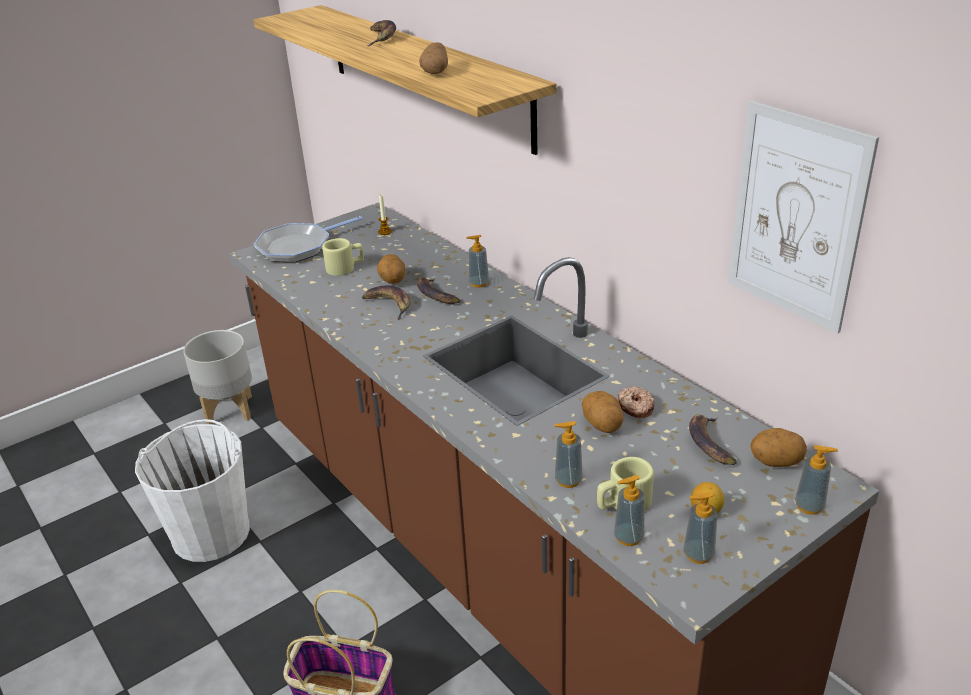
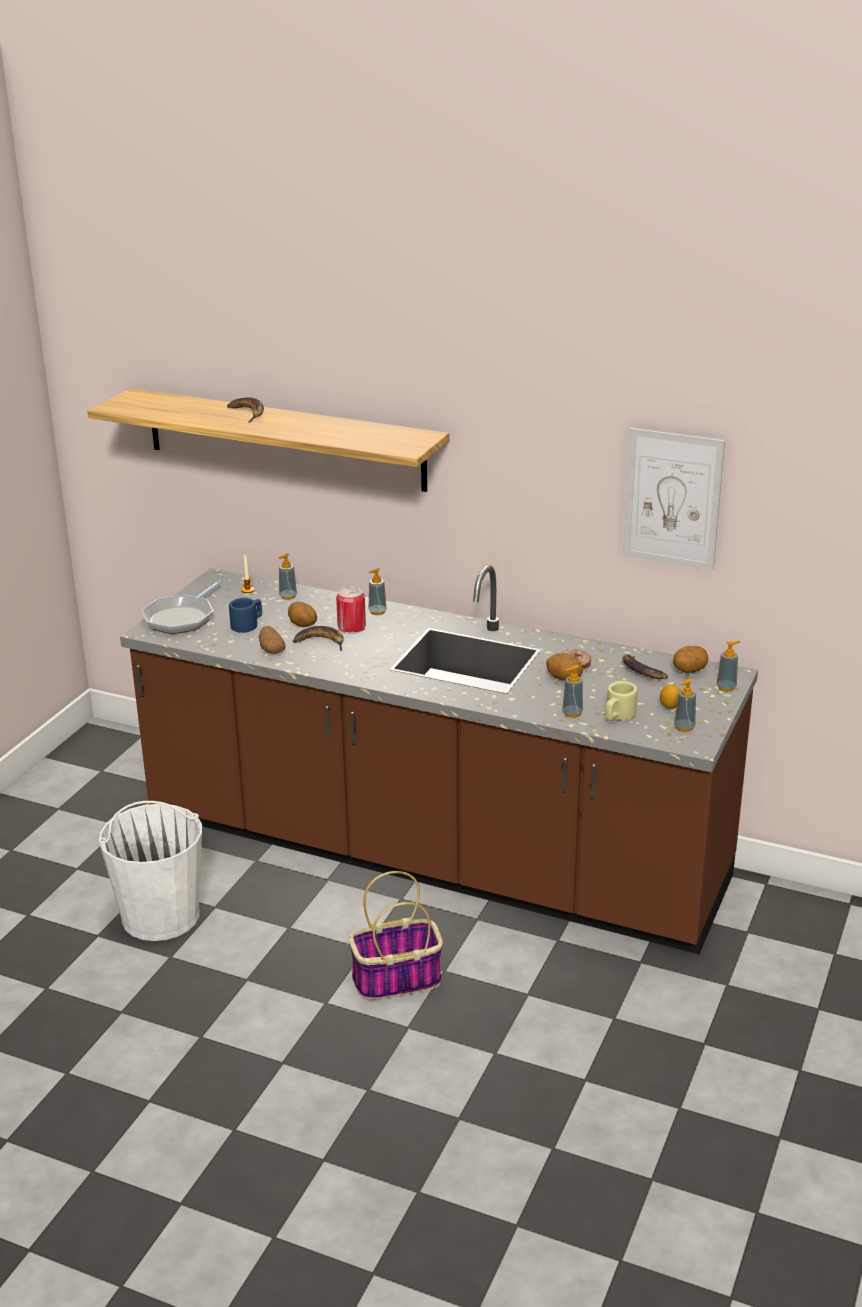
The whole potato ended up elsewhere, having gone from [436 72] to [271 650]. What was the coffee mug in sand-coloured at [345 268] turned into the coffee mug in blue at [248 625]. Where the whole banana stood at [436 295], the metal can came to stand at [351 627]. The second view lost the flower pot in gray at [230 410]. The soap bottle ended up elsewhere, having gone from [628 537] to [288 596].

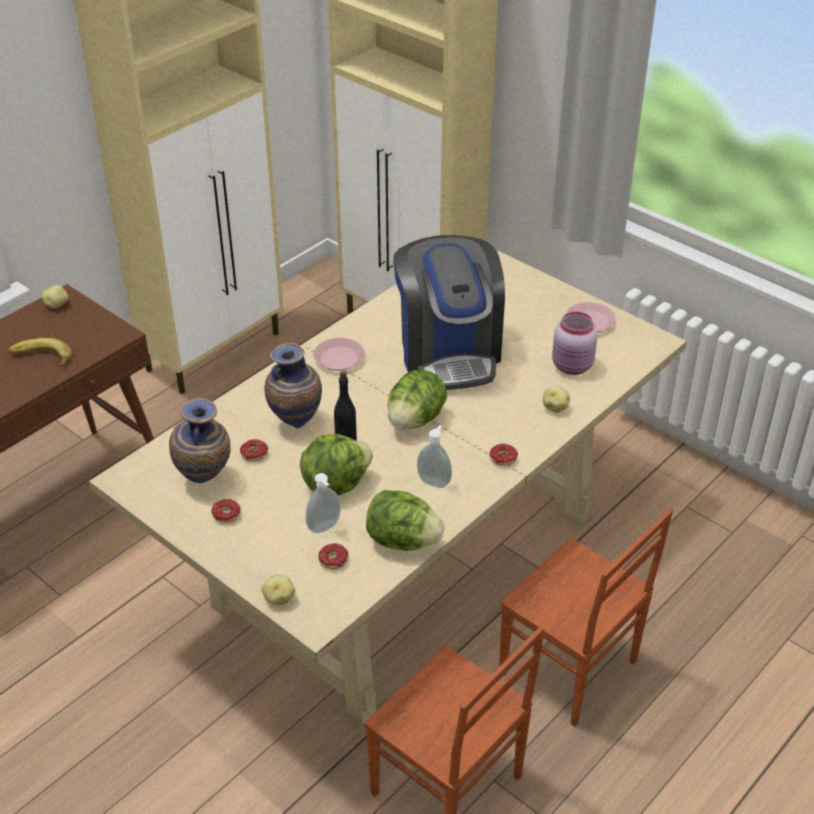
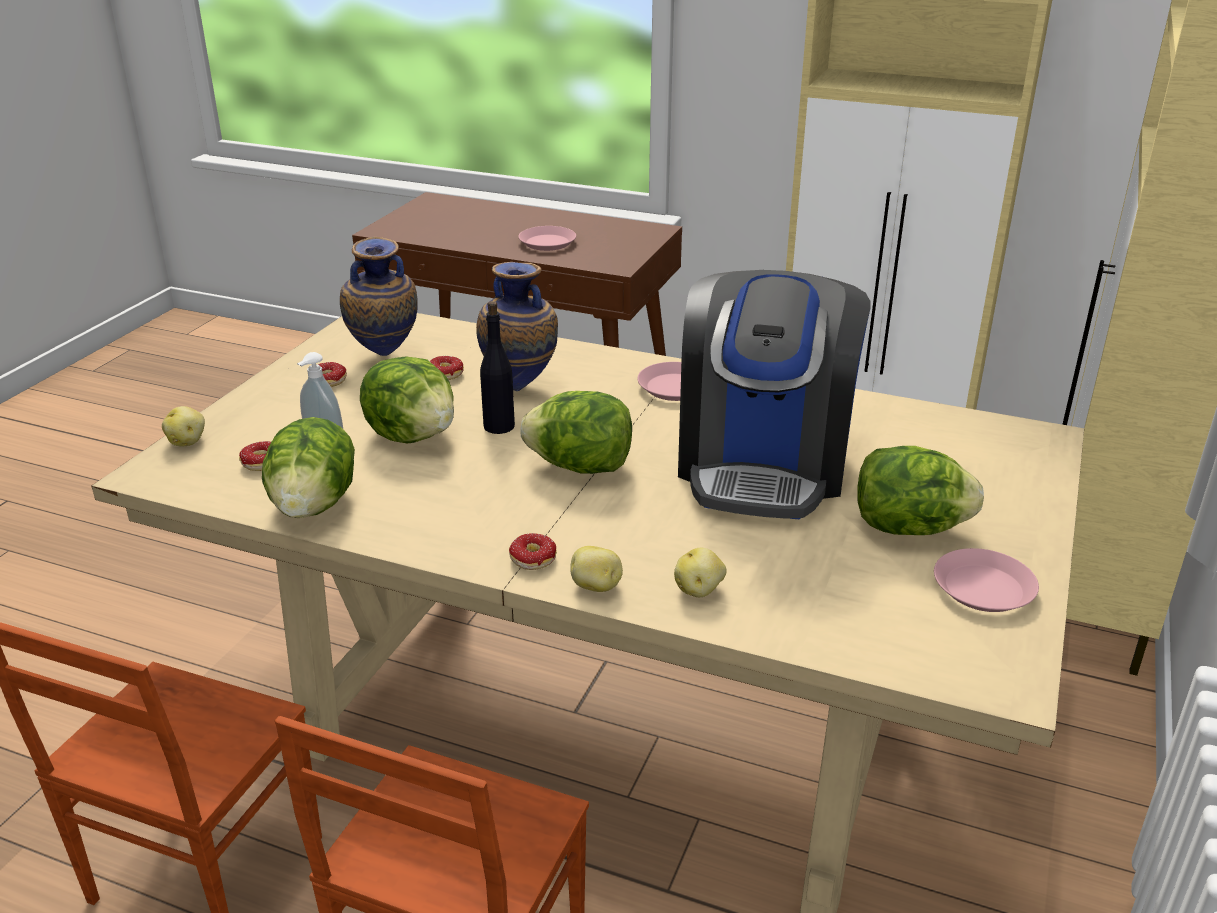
The coffee machine at [449 352] ended up facing another way, 45 degrees counterclockwise from before. The whole potato ended up elsewhere, having gone from [57 305] to [596 587]. The second view lost the jar in pink-coloured at [573 367]. Where the whole banana stood at [41 358], the flat dish in pink-coloured came to stand at [547 243]. The second view lost the soap bottle at [434 481]. The second view gained the lettuce head at [908 528].

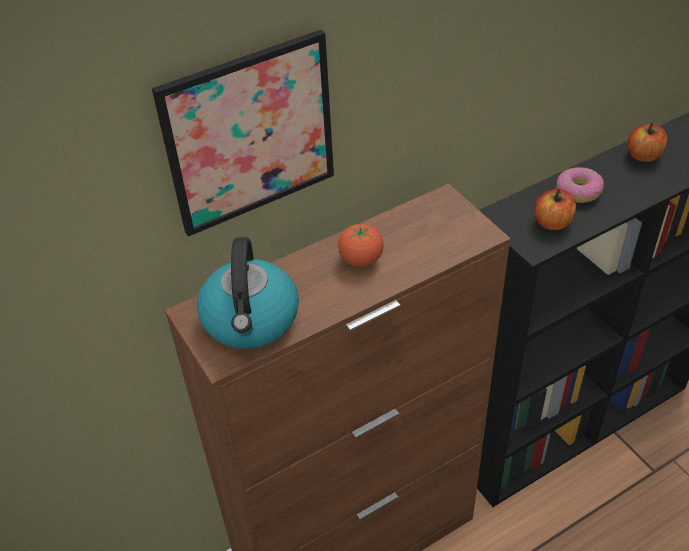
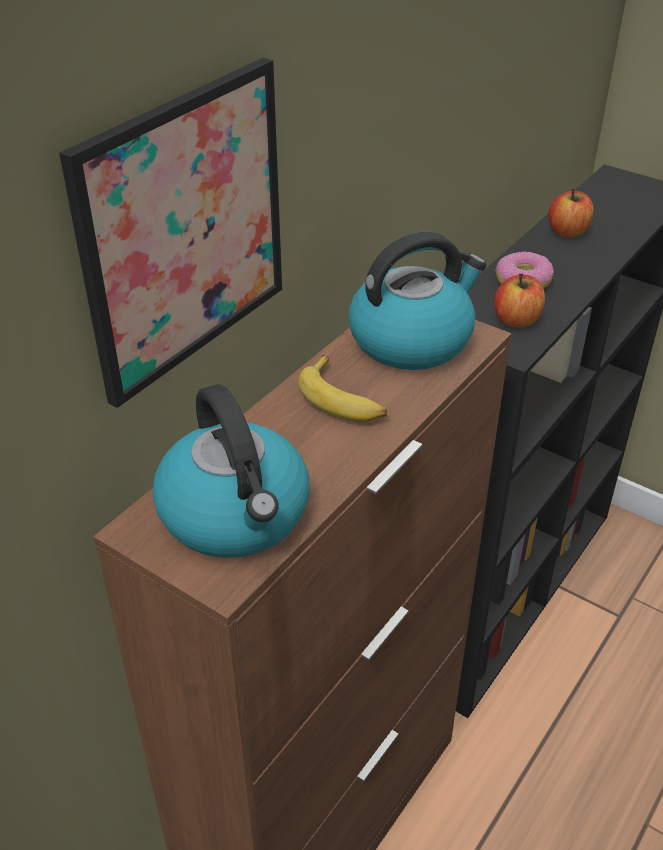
Where the fresh tomato stood at [361 260], the whole banana came to stand at [343 400]. The second view gained the kettle at [412 339].

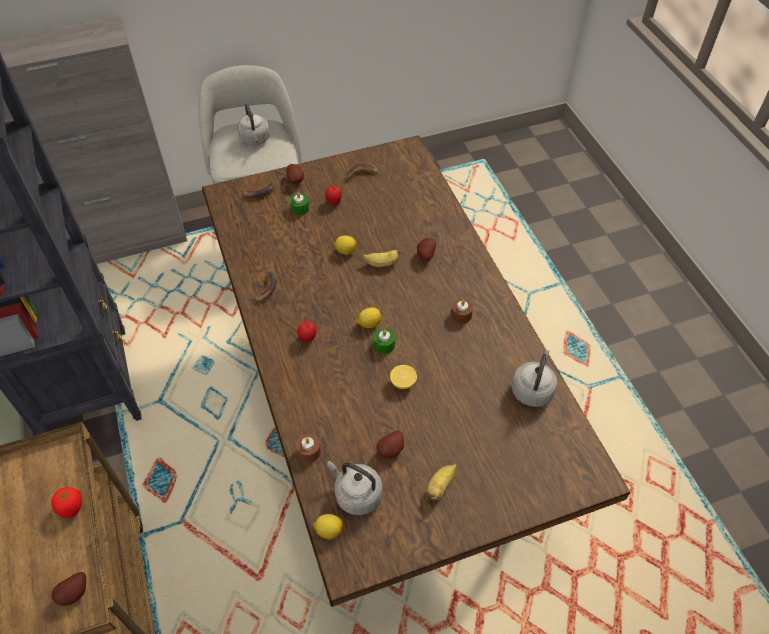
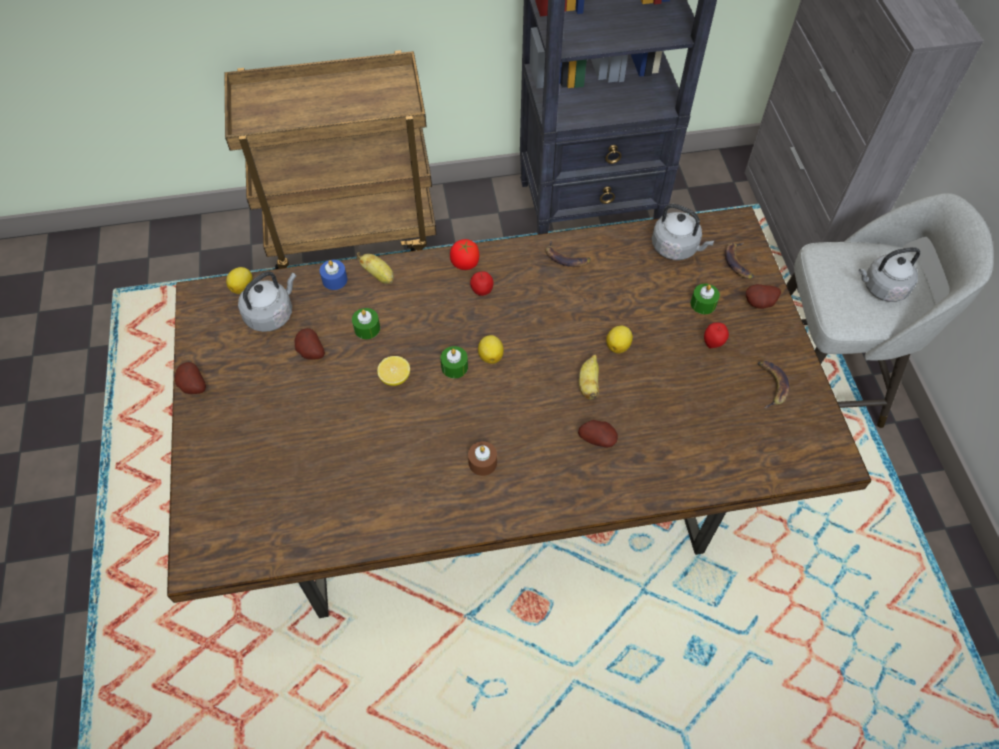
The kettle in gray ended up elsewhere, having gone from [532 389] to [677 248]. What was the wax light in brown-coloured at [309 451] turned into the wax light in blue at [334 280]. The whole banana ended up elsewhere, having gone from [440 486] to [379 276]. The fresh tomato ended up elsewhere, having gone from [71 508] to [465 264]. The whole potato ended up elsewhere, having gone from [75 594] to [192 387]. The second view gained the wax light in green-coloured at [367 328].

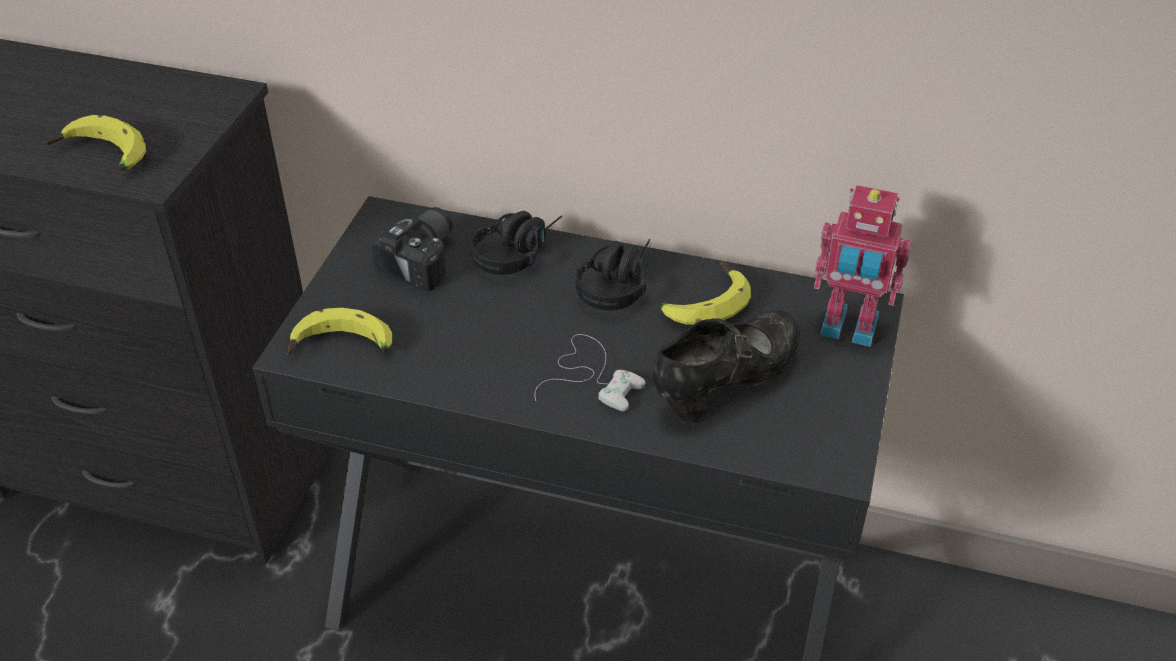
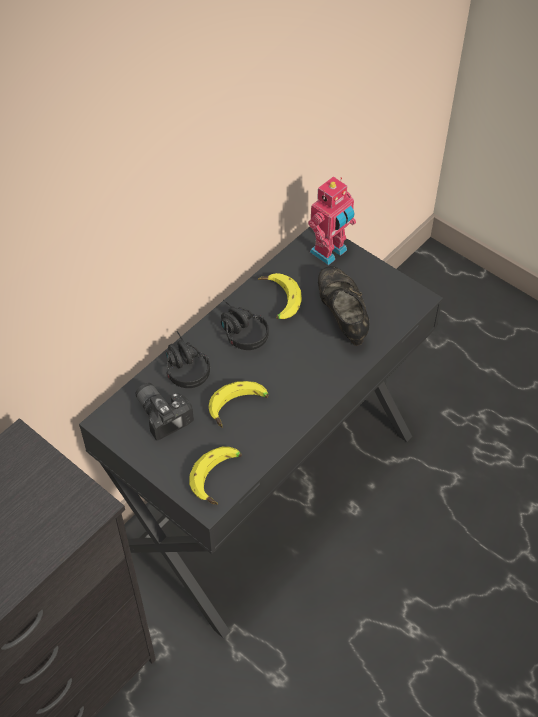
The whole banana ended up elsewhere, having gone from [101 157] to [239 408]. The second view lost the gamepad in white at [591 376].

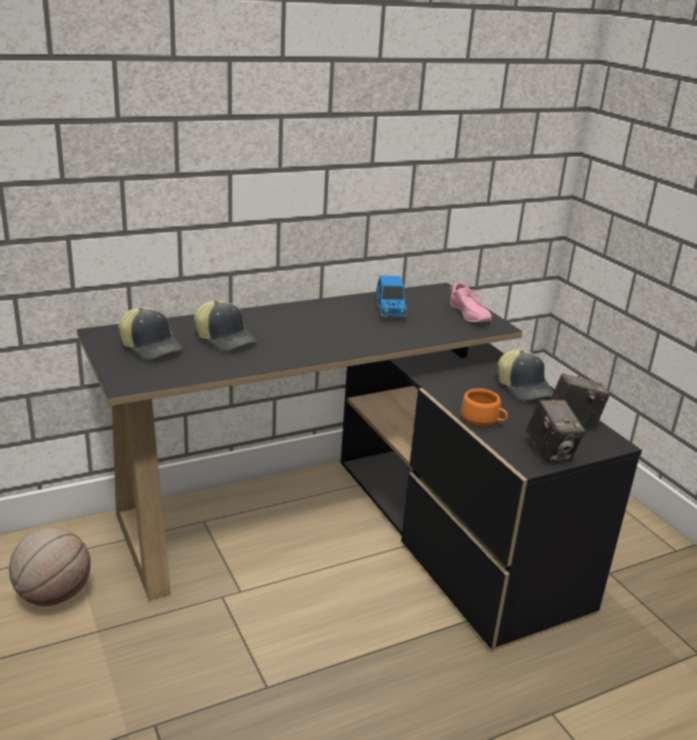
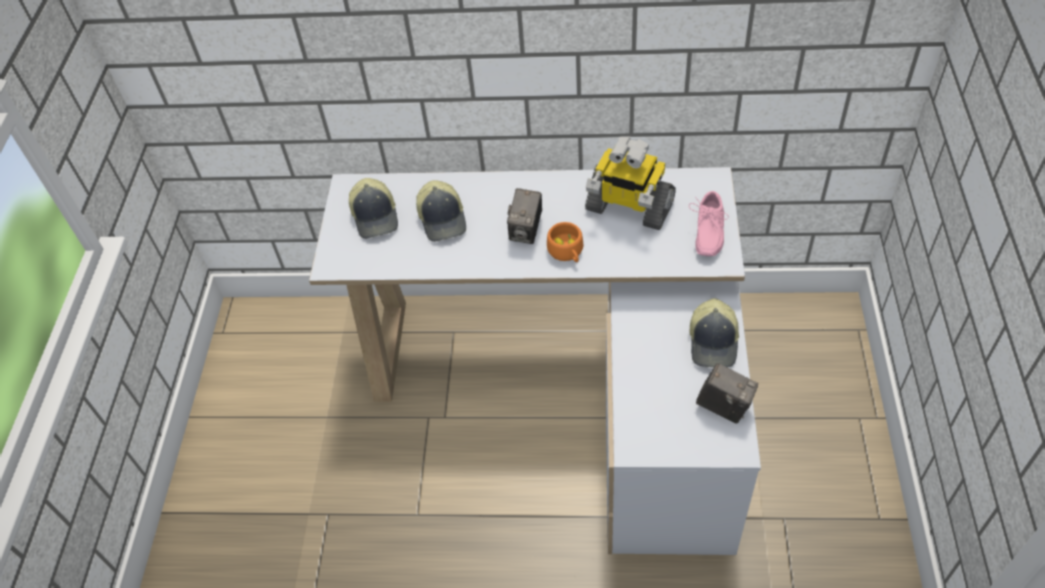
Where the toy car stood at [390 310], the robot figure came to stand at [628 207]. What was the desk unit in black at [353 530] turned into the desk unit in white at [573 383]. The drinking cup in orange-coloured ended up elsewhere, having gone from [483 420] to [567 252]. The still camera ended up elsewhere, having gone from [550 452] to [526 231]. The second view lost the basketball ball at [53 595].

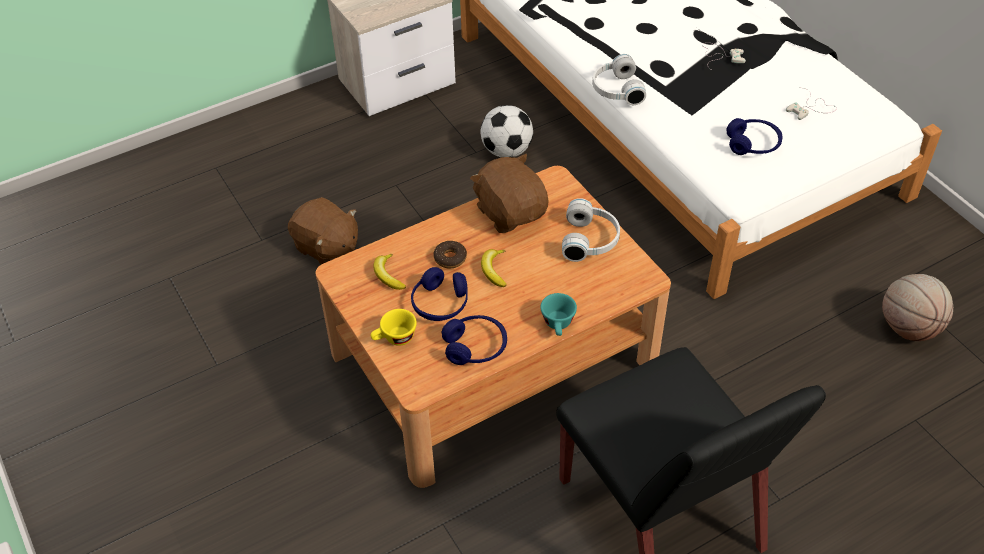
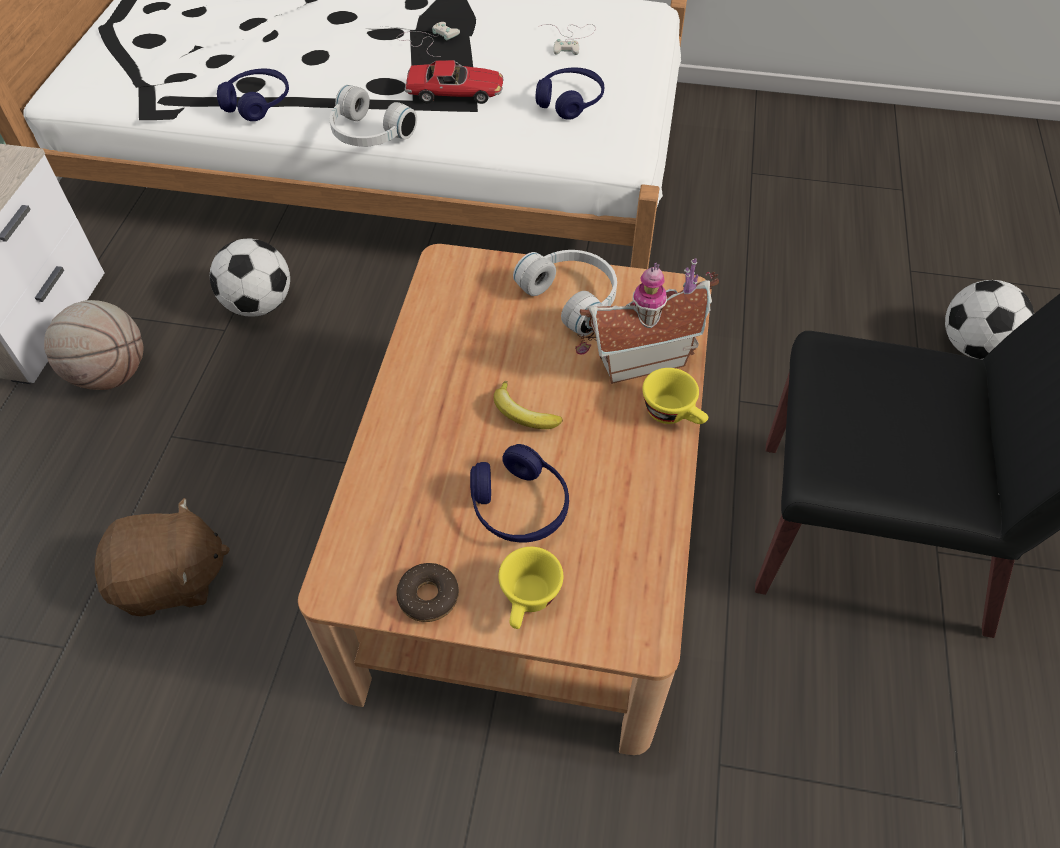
The second view lost the cuddly toy in brown-coloured at [510 212]. The ring doughnut ended up elsewhere, having gone from [450 258] to [428 596]. The second view lost the whole banana at [388 275]. The basketball ball ended up elsewhere, having gone from [909 327] to [111 373]. What was the drinking cup in turquoise at [558 325] turned into the drinking cup in yellow-coloured at [674 414]. The headset in blue ended up elsewhere, having gone from [475 347] to [257 103]. The second view gained the toy car at [455 93]. The second view gained the miniature house at [637 357]. The second view gained the football at [973 346].

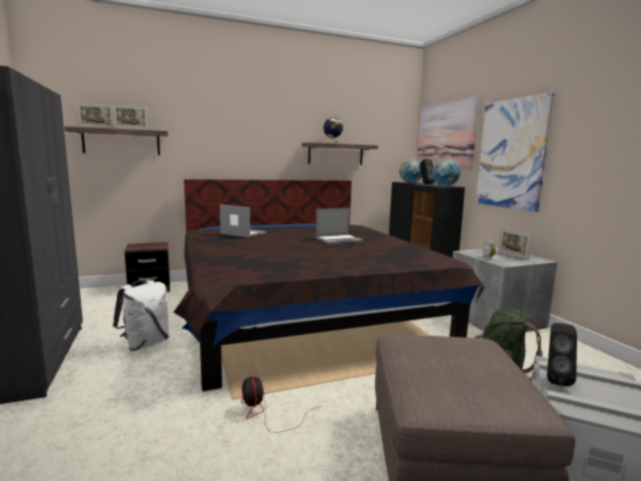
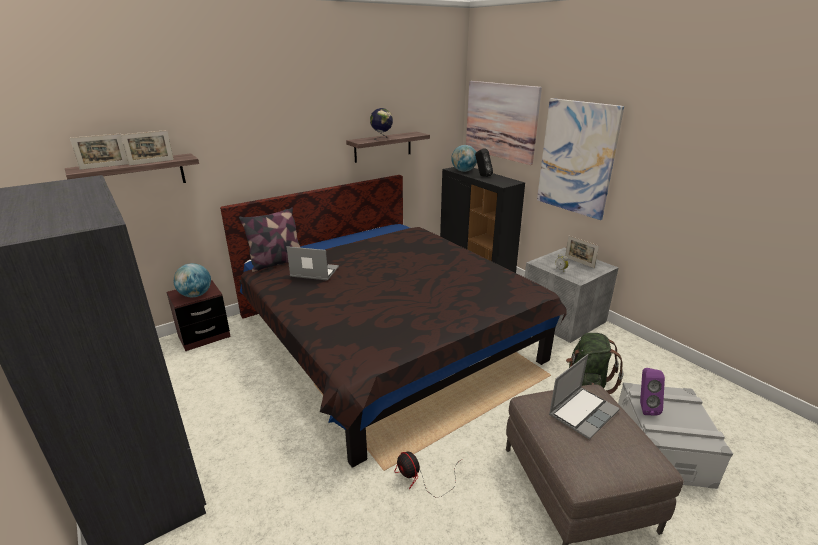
The desk globe ended up elsewhere, having gone from [444 186] to [195 295]. The notebook computer ended up elsewhere, having gone from [339 240] to [583 412]. The second view lost the backpack in white at [145 344]. What was the speaker in black at [555 378] turned into the speaker in purplish at [644 407]. The second view gained the throw pillow at [276 262].

